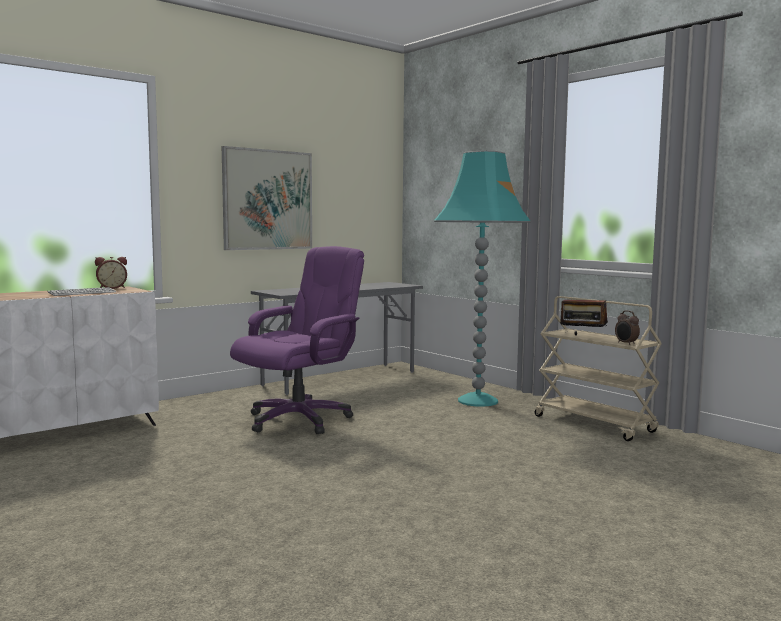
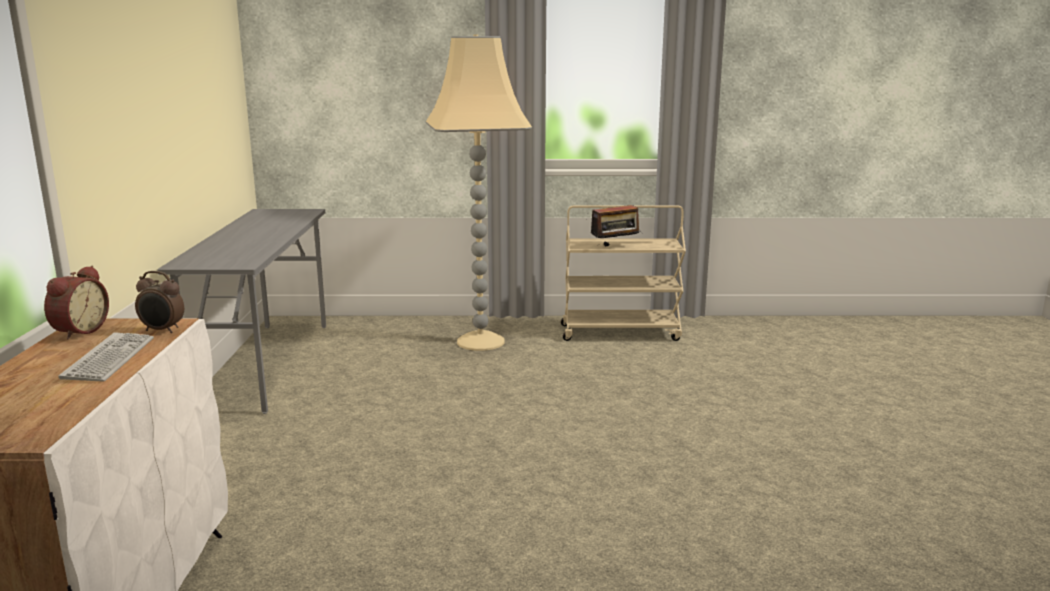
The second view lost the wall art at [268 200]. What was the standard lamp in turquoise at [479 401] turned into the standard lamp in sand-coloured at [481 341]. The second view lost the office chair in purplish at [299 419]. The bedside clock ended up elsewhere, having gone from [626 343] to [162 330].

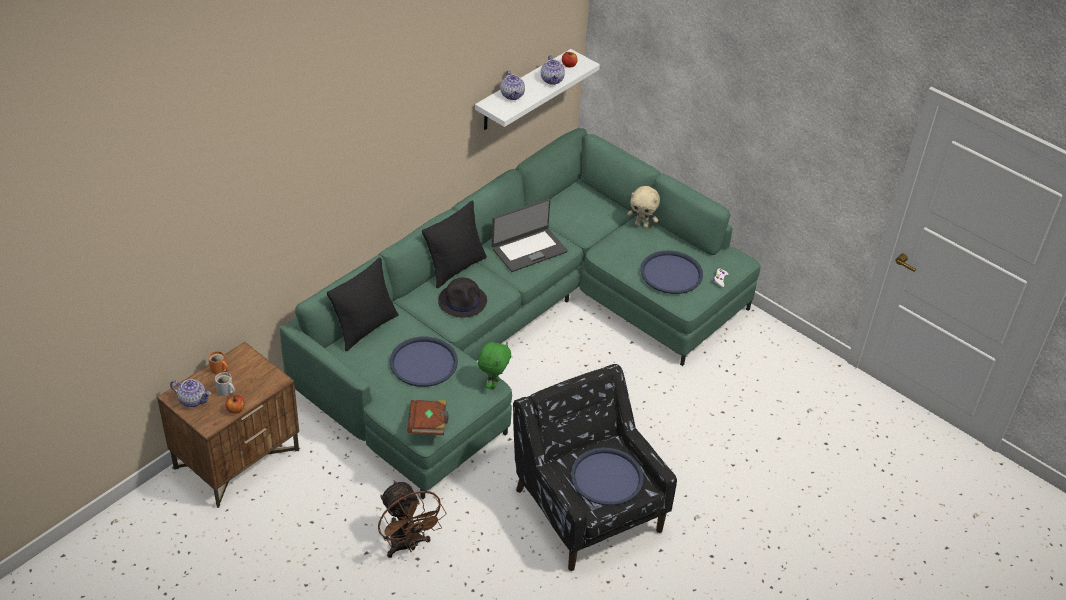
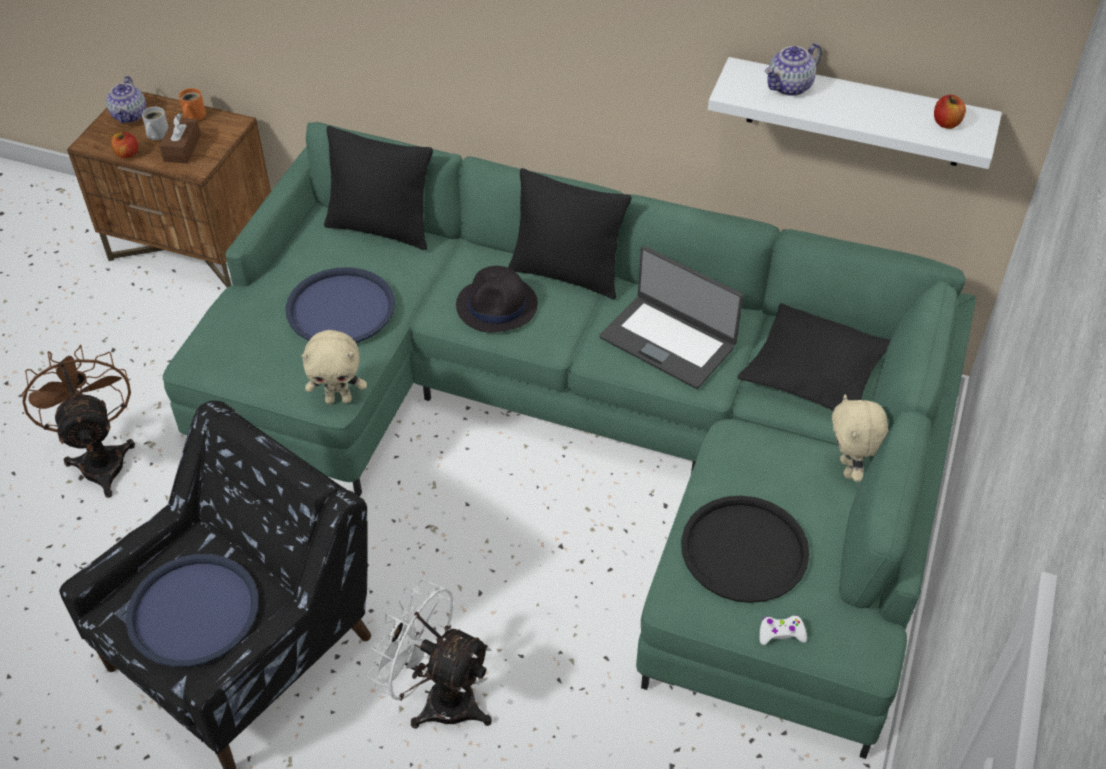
The second view lost the pot for tea at [552 80]. What was the tray in blue at [671 273] turned into the tray in black at [744 550]. What was the cuddly toy in green-coloured at [493 383] turned into the cuddly toy in sand-coloured at [339 399]. The second view lost the volume in brown-coloured at [428 425]. The fan in brown-coloured at [407 545] ended up facing another way, 120 degrees clockwise from before. The second view gained the tissue holder in brown-coloured at [182 148]. The second view gained the throw pillow in black at [814 372]. The second view gained the fan in white at [438 698].

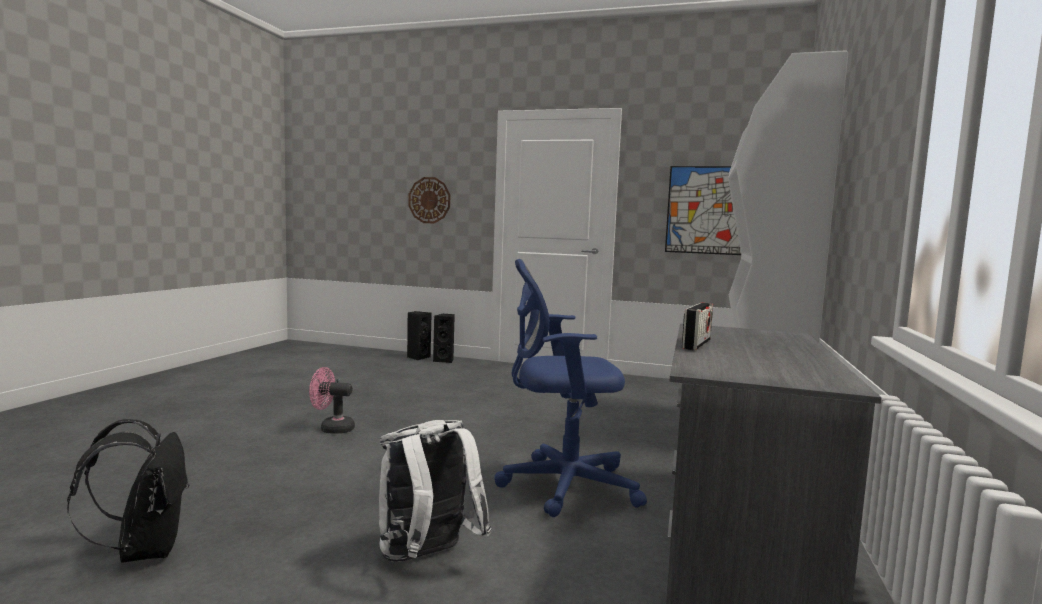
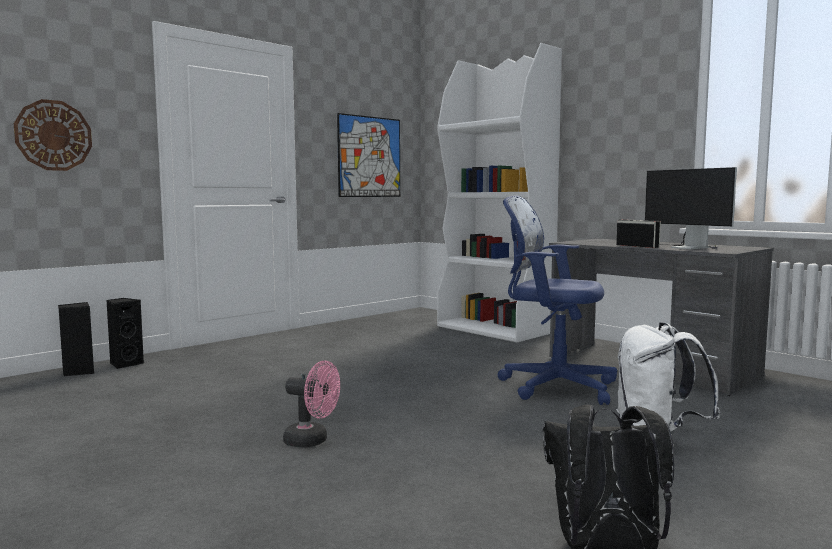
The office chair in blue at [562 486] ended up facing another way, 90 degrees clockwise from before. The fan in pink-coloured at [332 428] ended up facing another way, 105 degrees counterclockwise from before. The second view gained the computer display at [682 247].

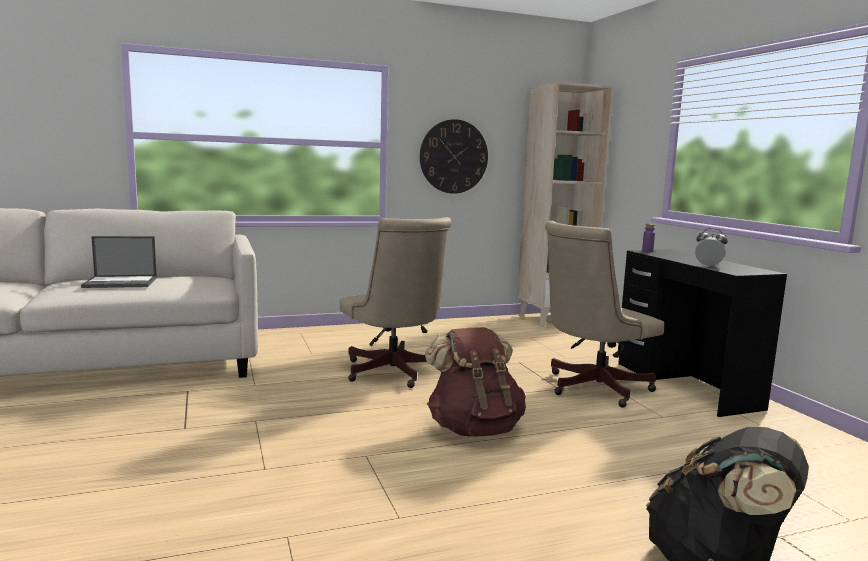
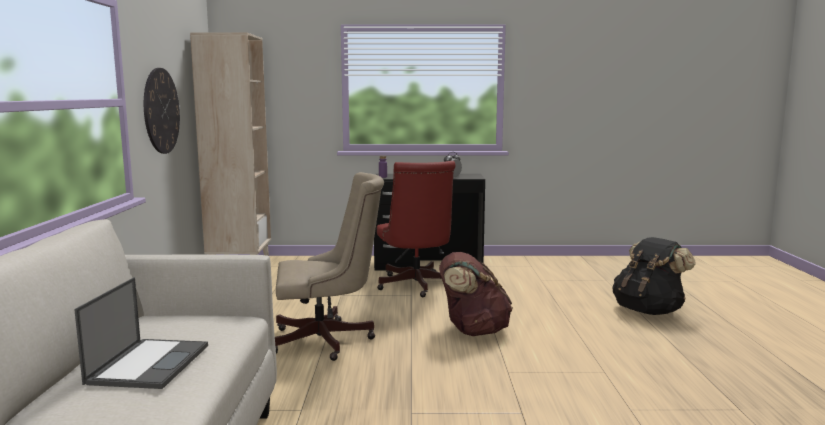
What was the office chair in sand-coloured at [591 388] turned into the office chair in red at [416 286].

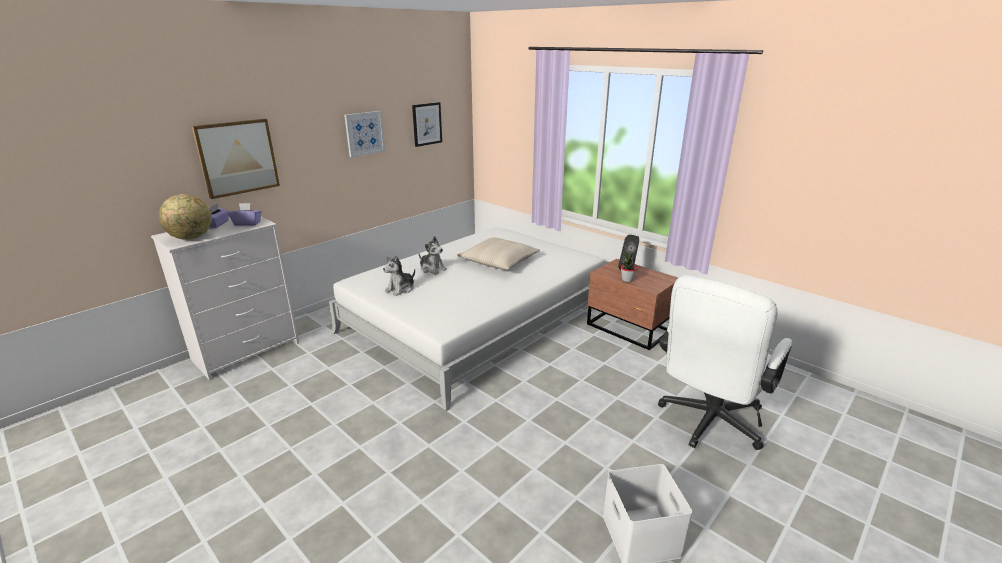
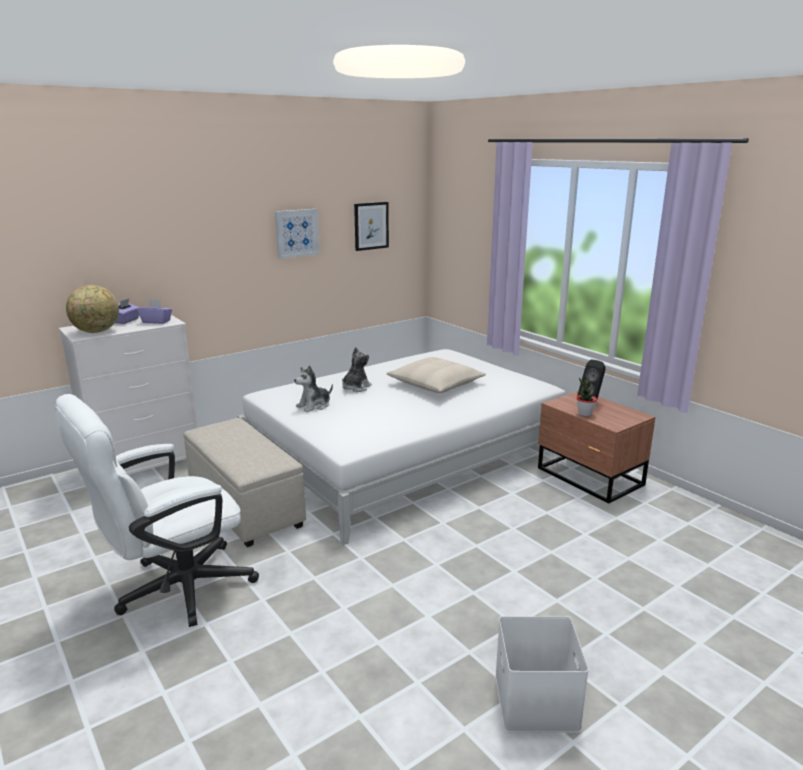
The second view lost the wall art at [237 157]. The cuddly toy at [432 269] ended up facing another way, 105 degrees counterclockwise from before. The office chair in white ended up elsewhere, having gone from [707 423] to [173 590]. The second view gained the pouffe in sand-coloured at [246 506].

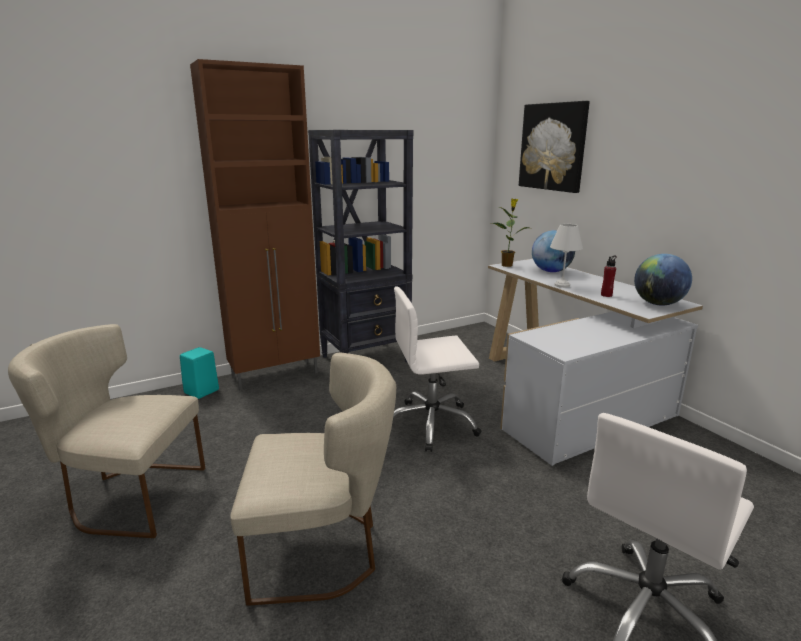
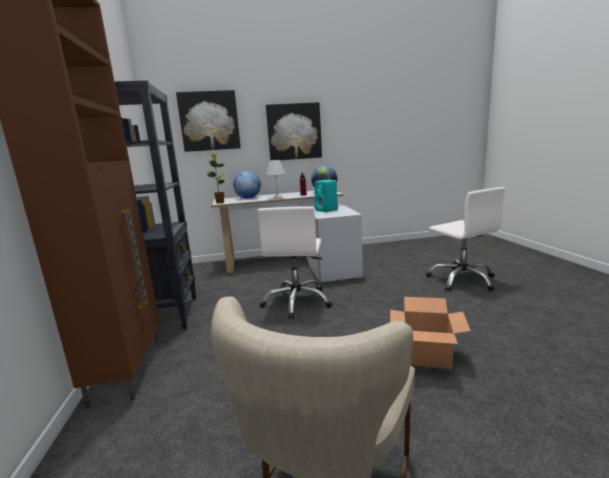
The speaker in turquoise ended up elsewhere, having gone from [201 392] to [327 210]. Where the chair in sand-coloured stood at [323 550], the packing box came to stand at [427 354]. The second view gained the wall art at [294 132].

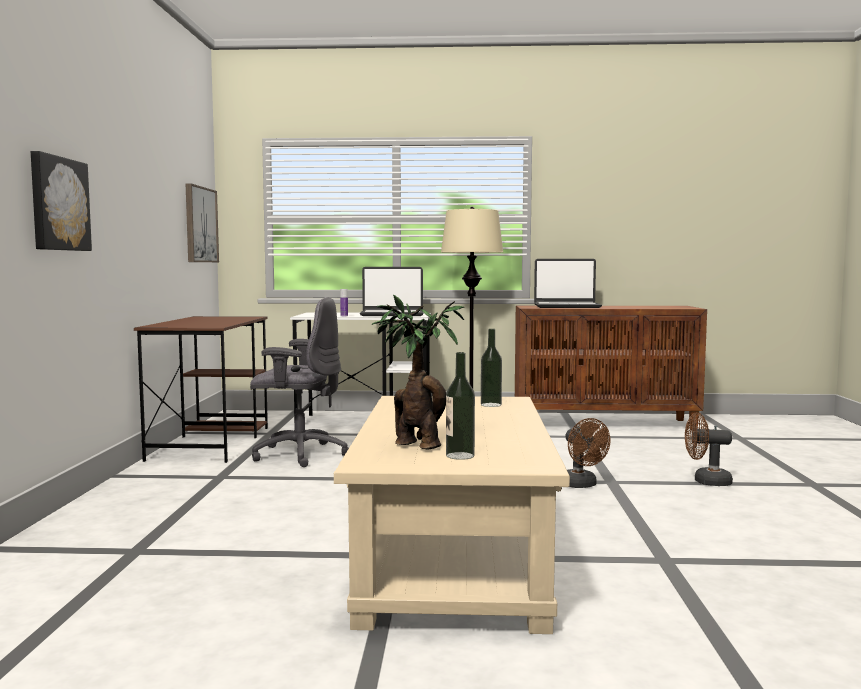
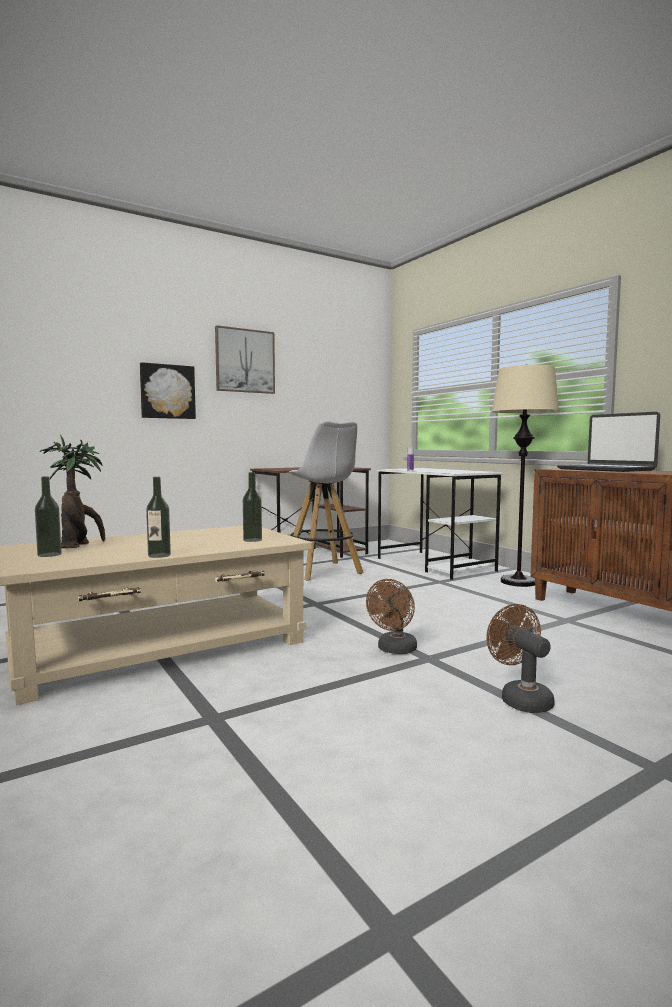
The wall art ended up elsewhere, having gone from [200 225] to [245 361]. The second view lost the notebook computer at [392 314]. Where the office chair in gray stood at [299 454], the sitting stool in white came to stand at [323 571]. The second view gained the bottle at [159 555].

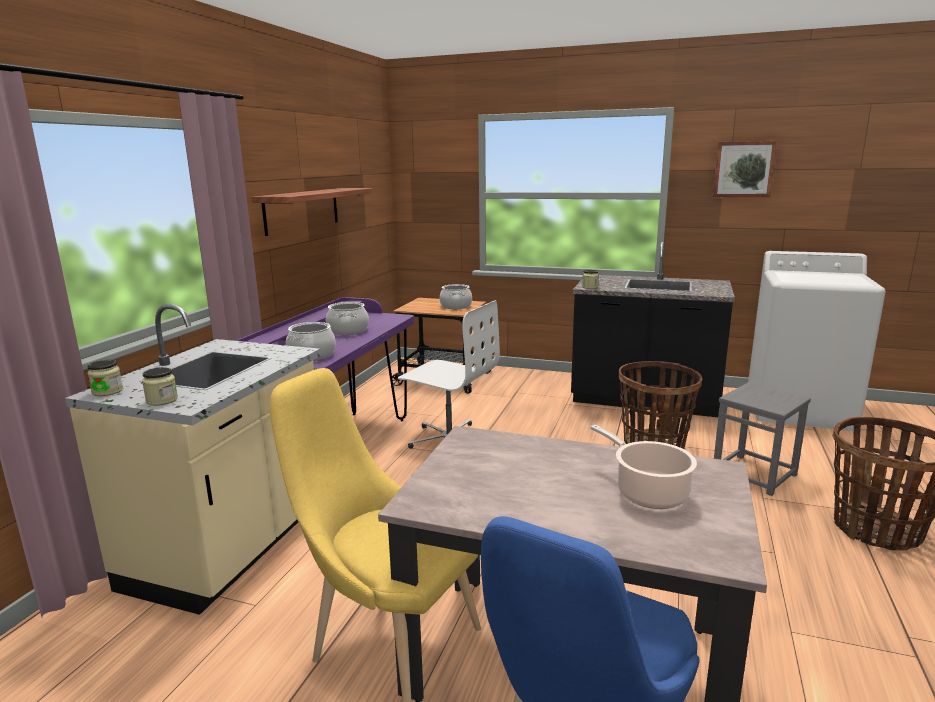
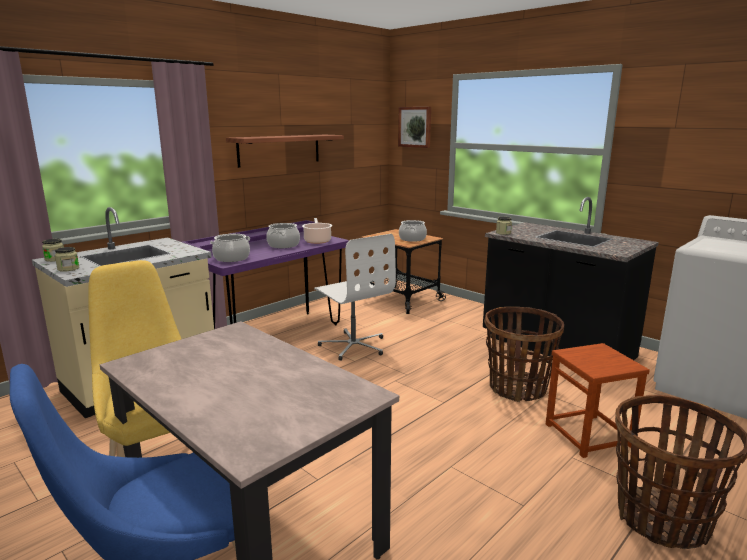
The wall art ended up elsewhere, having gone from [743 169] to [415 127]. What was the sitting stool in gray at [754 474] turned into the sitting stool in brown-coloured at [589 435]. The saucepot ended up elsewhere, having gone from [648 492] to [317 241].

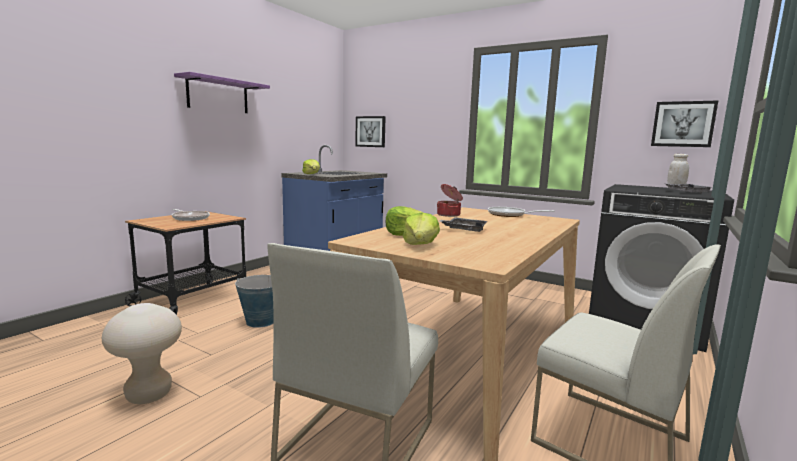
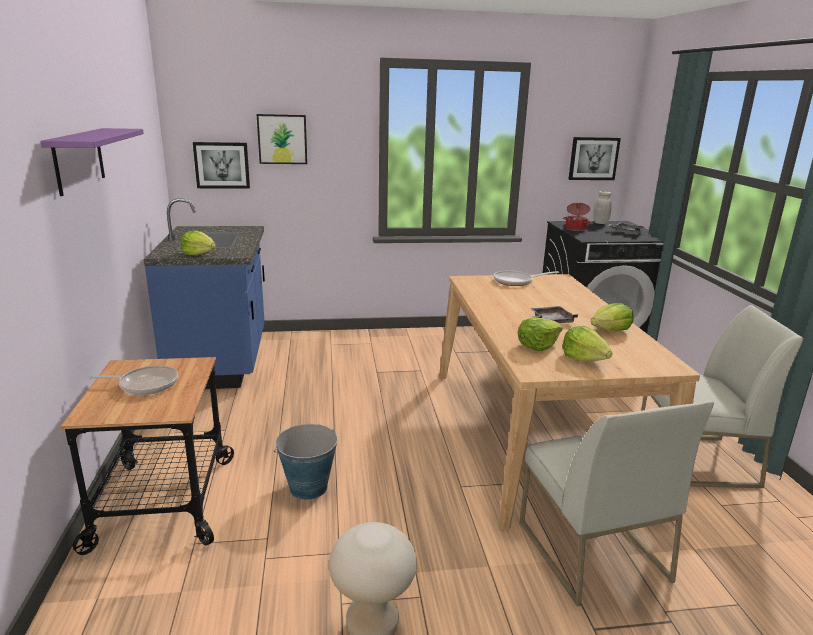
The saucepot ended up elsewhere, having gone from [449 215] to [575 229]. The second view gained the wall art at [282 139]. The second view gained the lettuce head at [610 330].

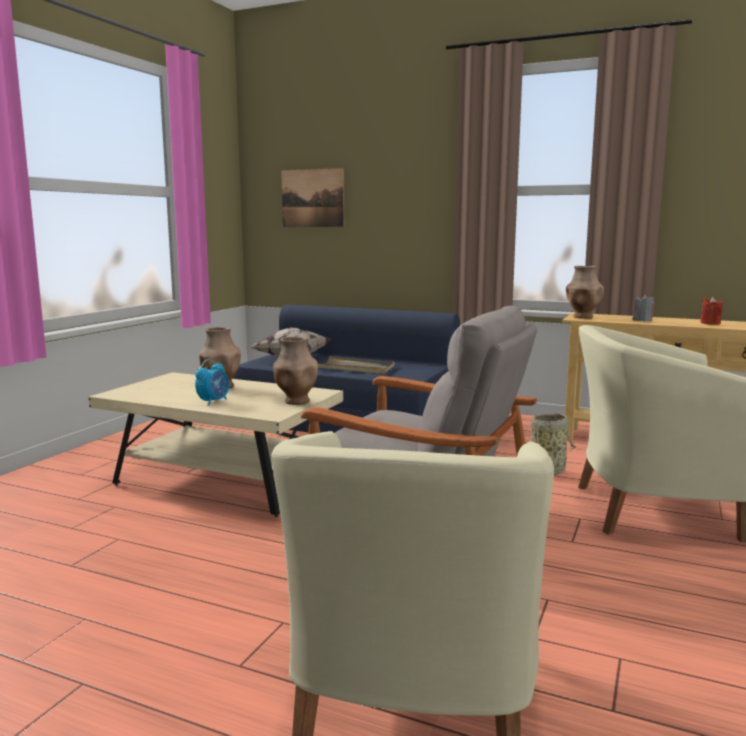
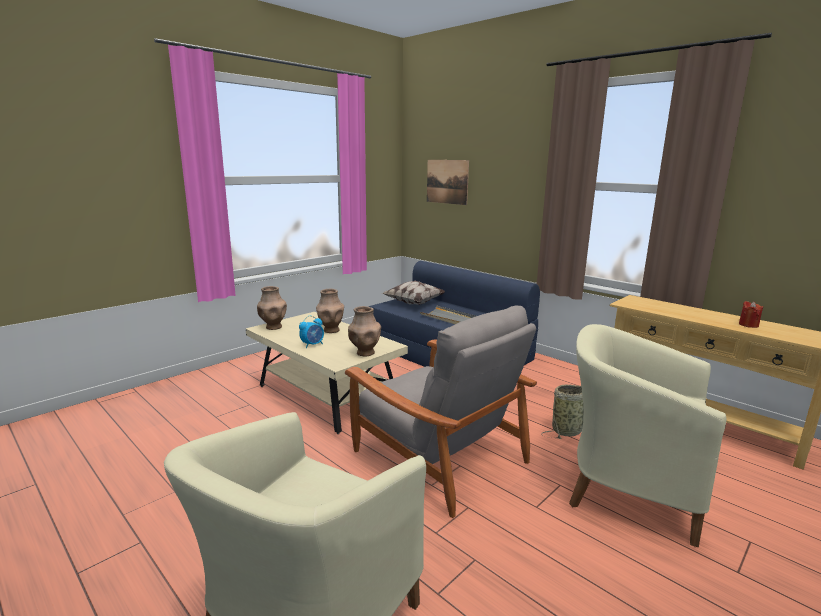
The flower vase in brown-coloured ended up elsewhere, having gone from [582 317] to [273 327]. The second view lost the wax light in gray at [642 320].

